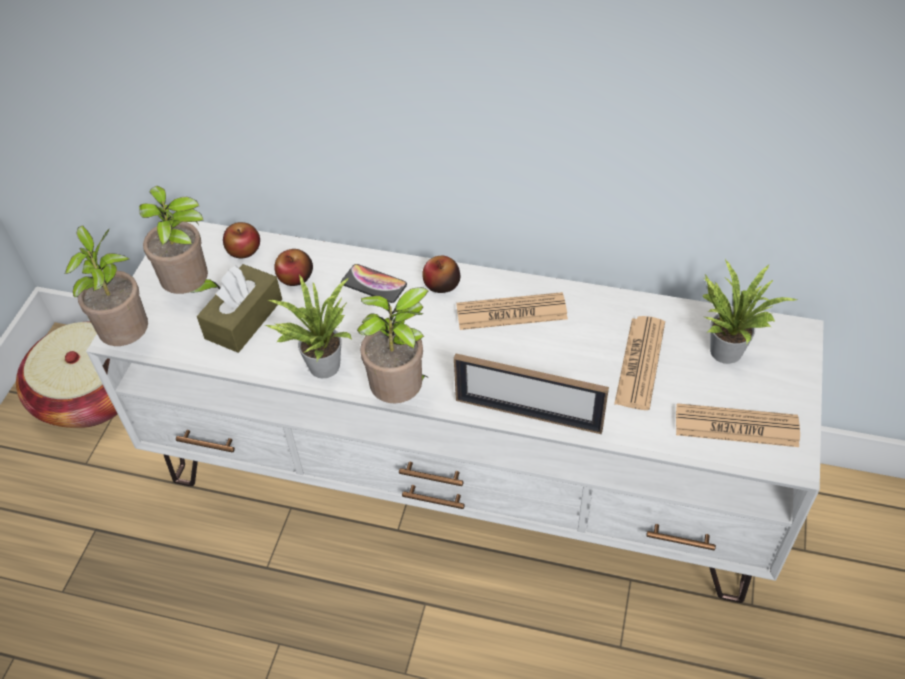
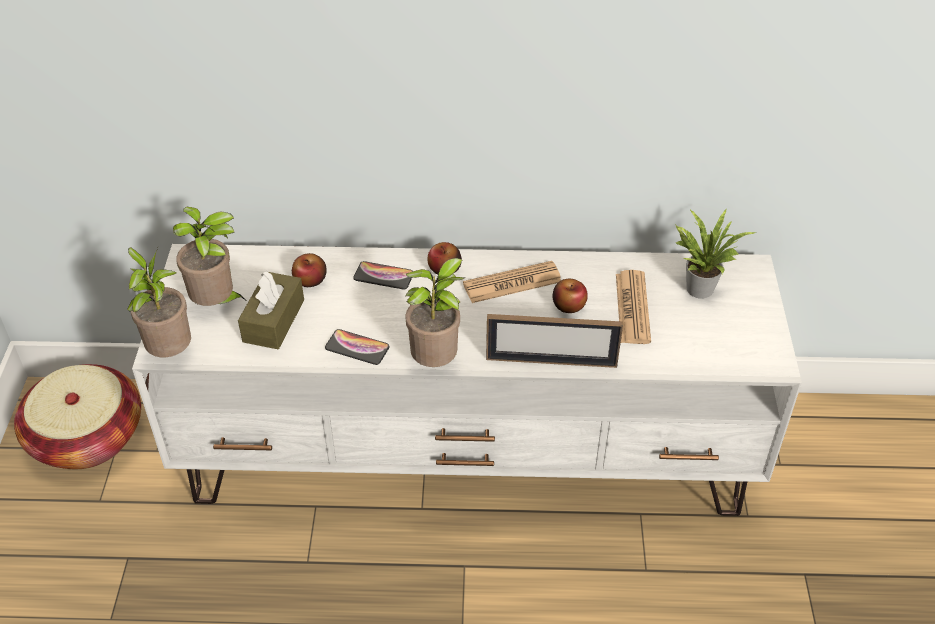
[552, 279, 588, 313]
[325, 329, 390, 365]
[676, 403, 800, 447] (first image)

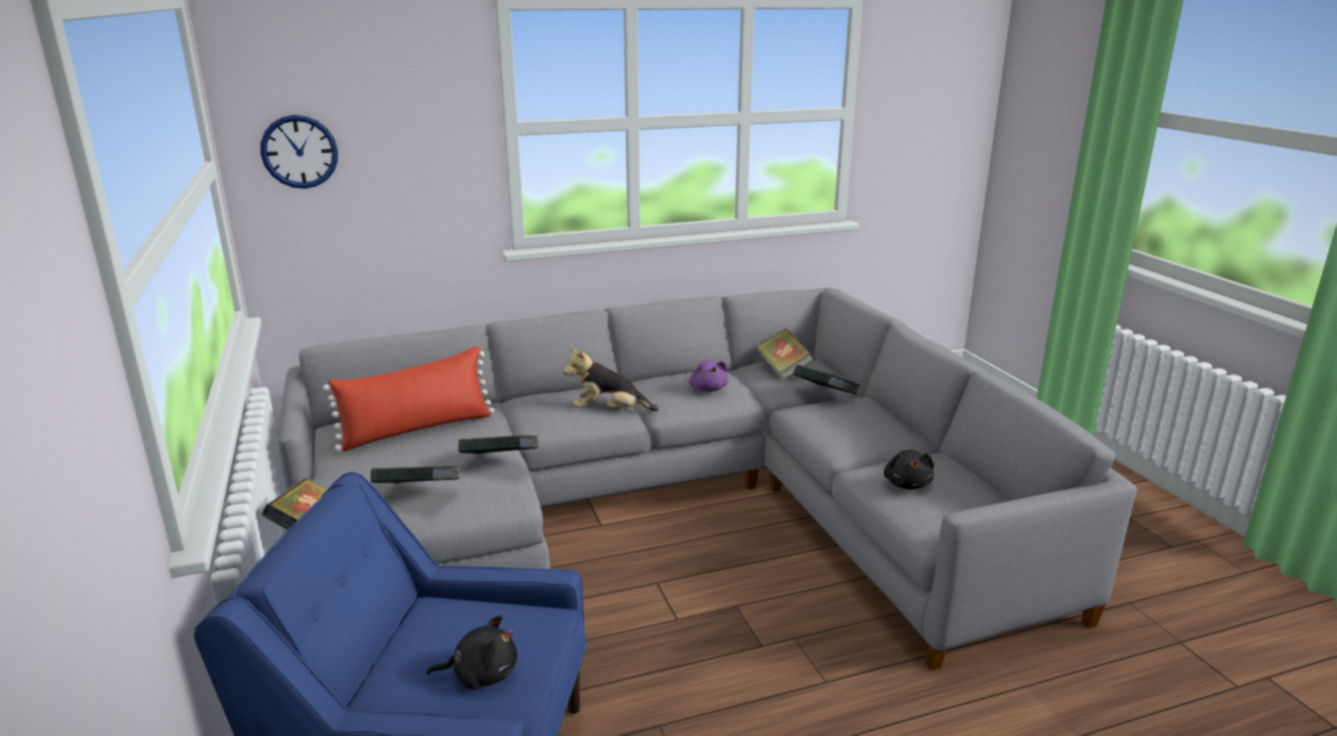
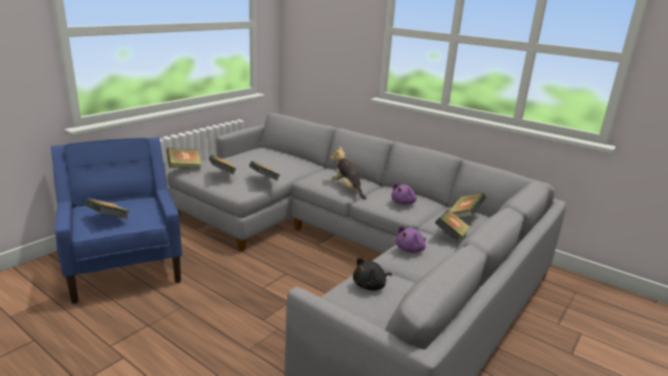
[261, 115, 338, 189] (first image)
[323, 346, 495, 451] (first image)
[85, 198, 130, 218]
[396, 226, 426, 253]

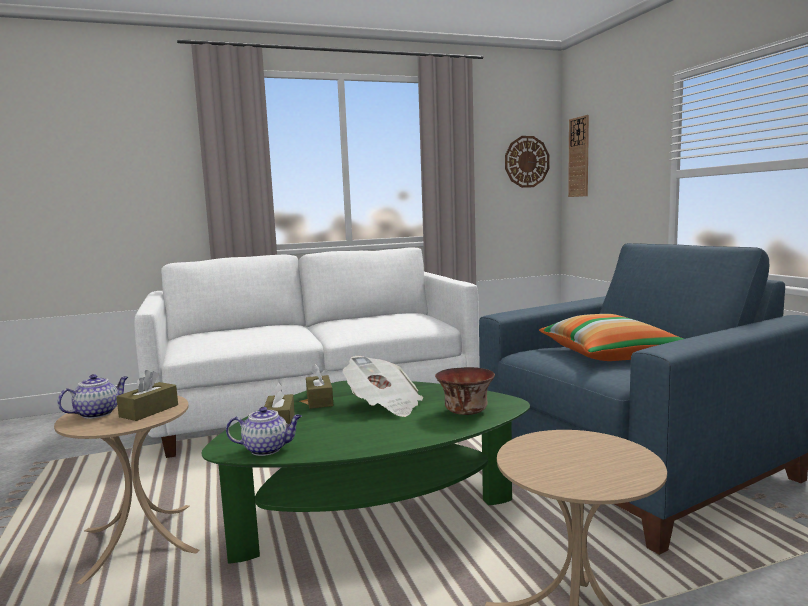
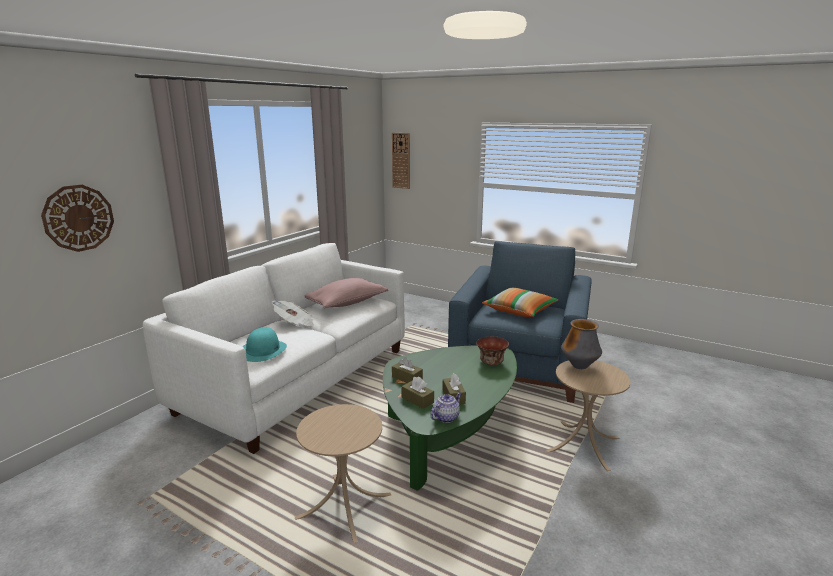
[57, 374, 128, 419] (first image)
[442, 373, 466, 405]
[271, 301, 314, 327]
[41, 185, 114, 252]
[242, 327, 287, 362]
[305, 278, 388, 308]
[561, 319, 602, 369]

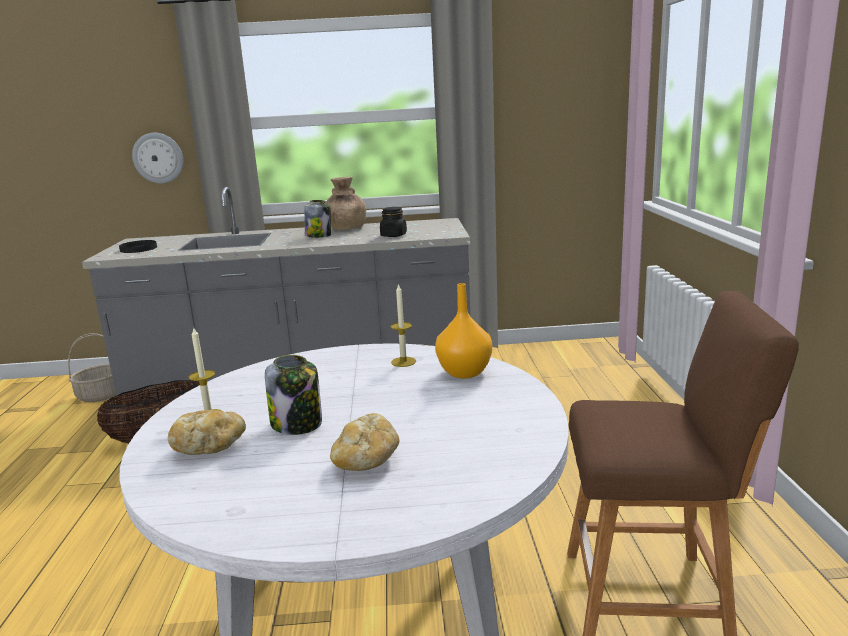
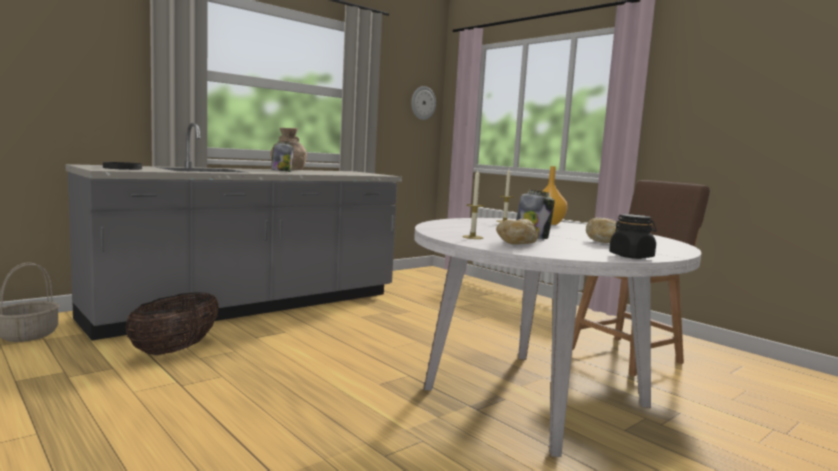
[411, 86, 436, 120]
[609, 214, 656, 259]

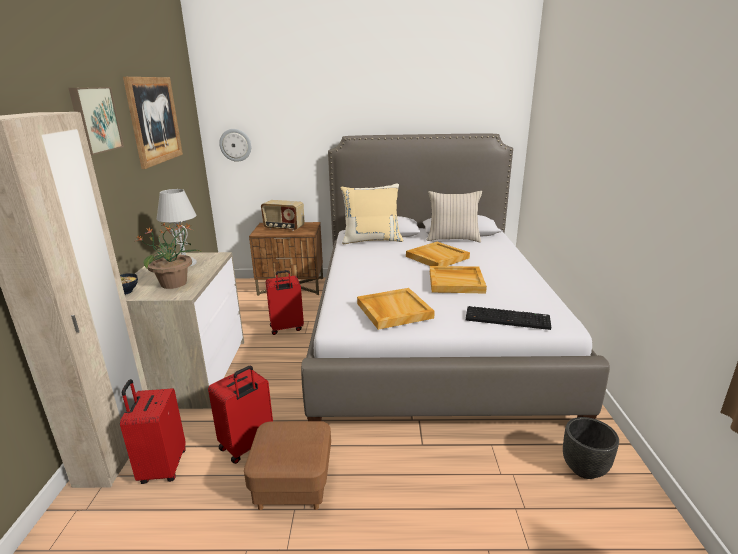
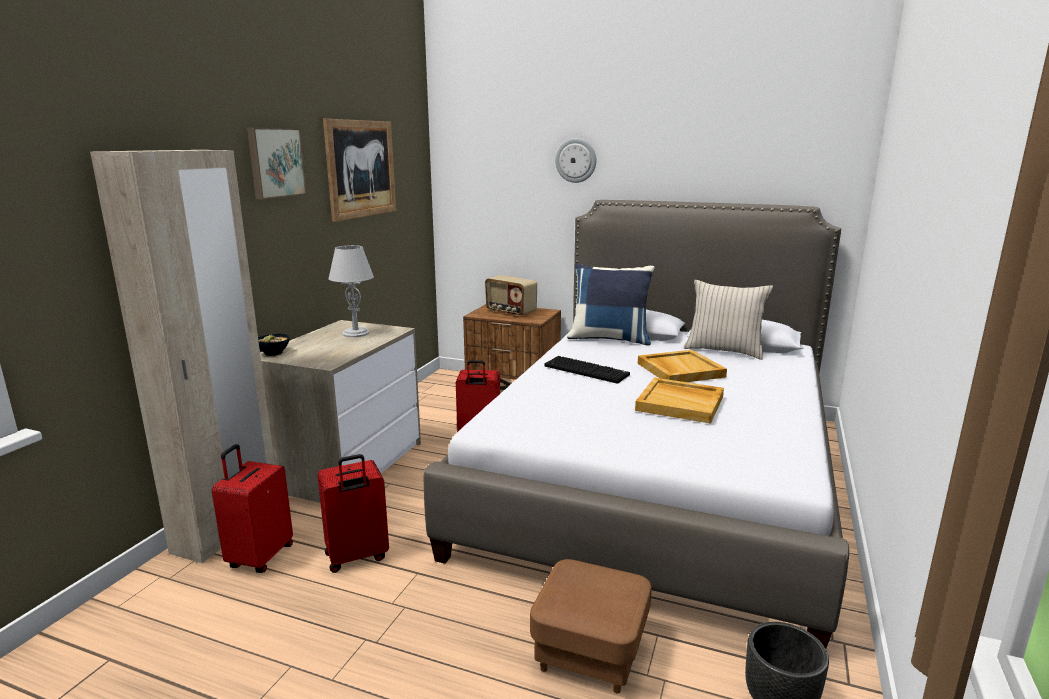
[137, 223, 201, 289] (first image)
[555, 138, 596, 183]
[530, 559, 652, 693]
[567, 264, 654, 346]
[357, 288, 435, 330] (first image)
[544, 356, 630, 384]

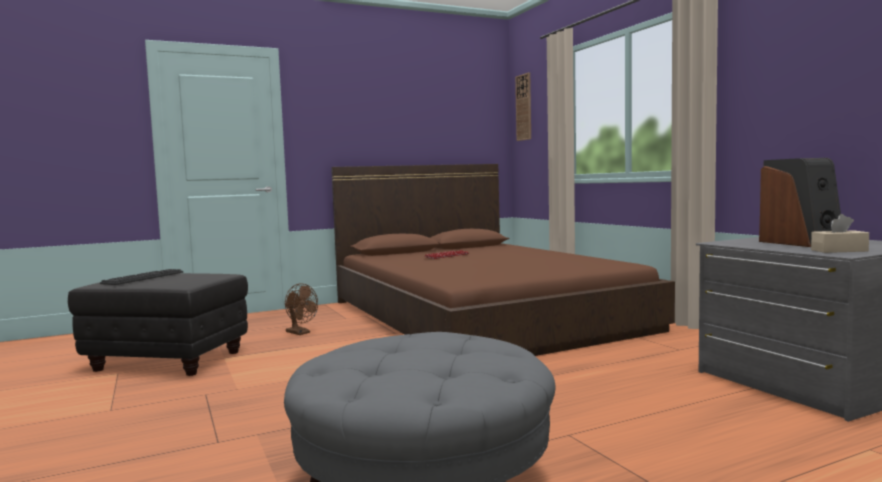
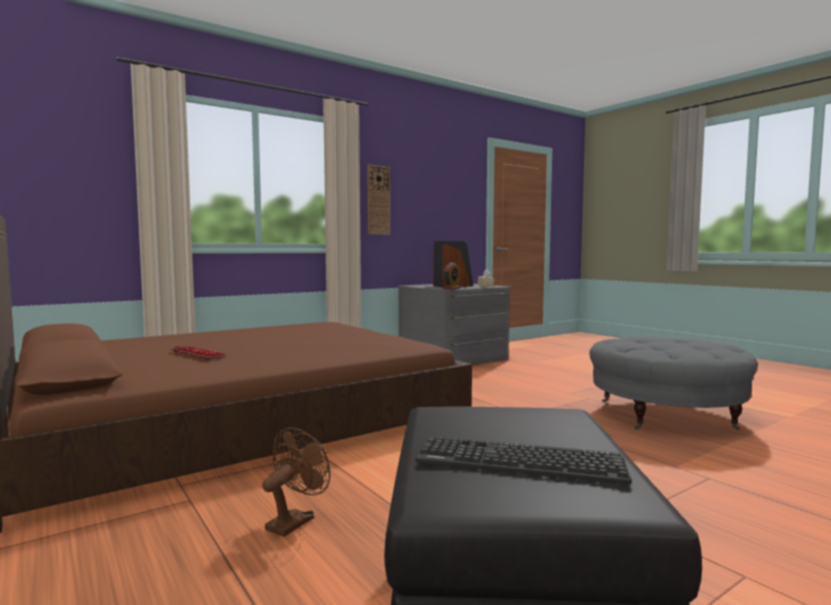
[367, 165, 390, 235]
[443, 263, 462, 289]

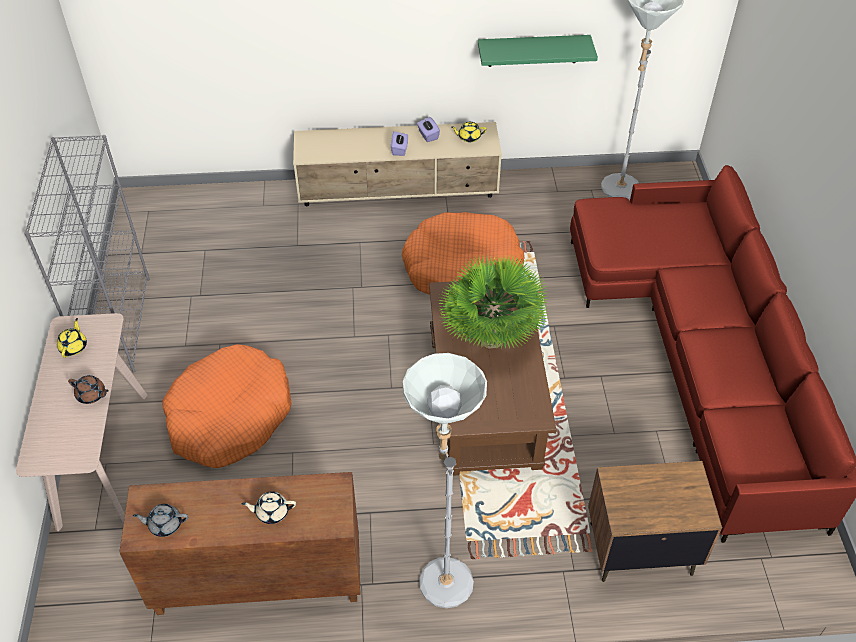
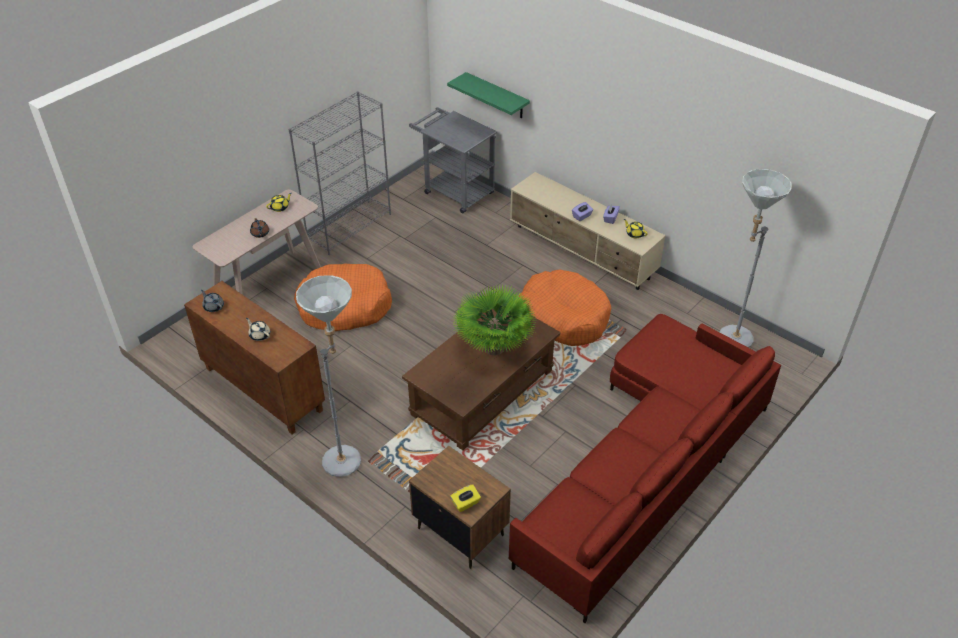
[447, 72, 530, 118]
[409, 107, 497, 213]
[450, 484, 481, 512]

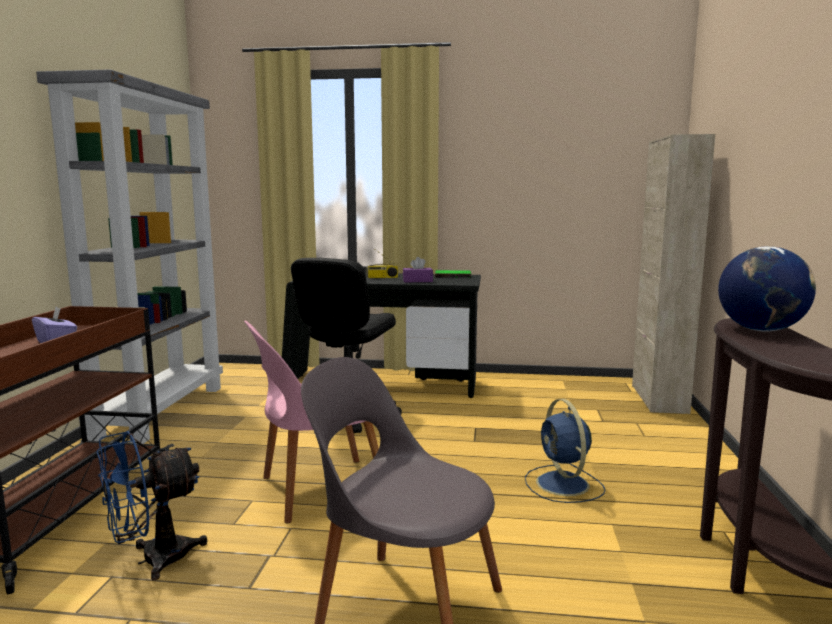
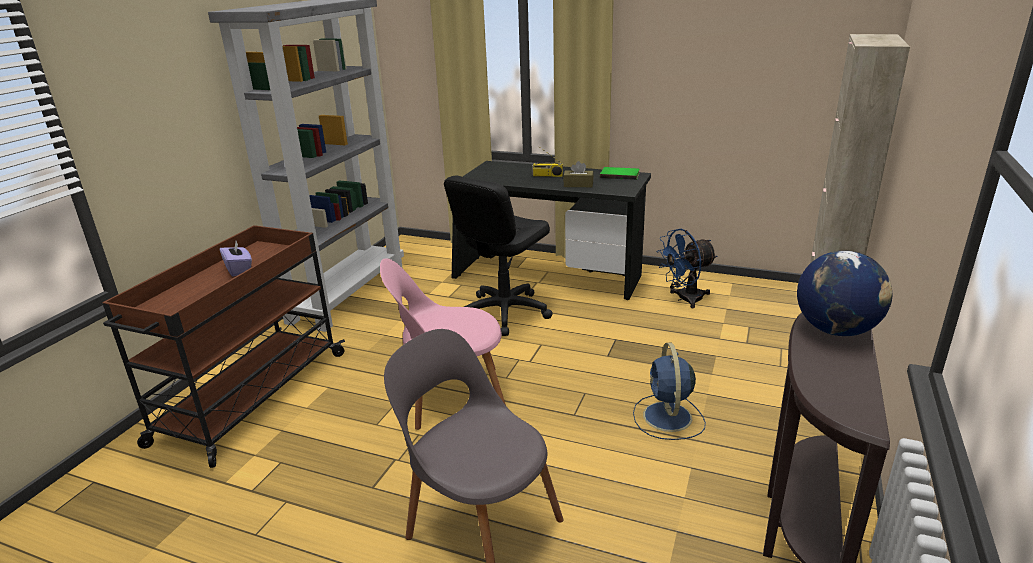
[656, 229, 717, 308]
[563, 161, 594, 187]

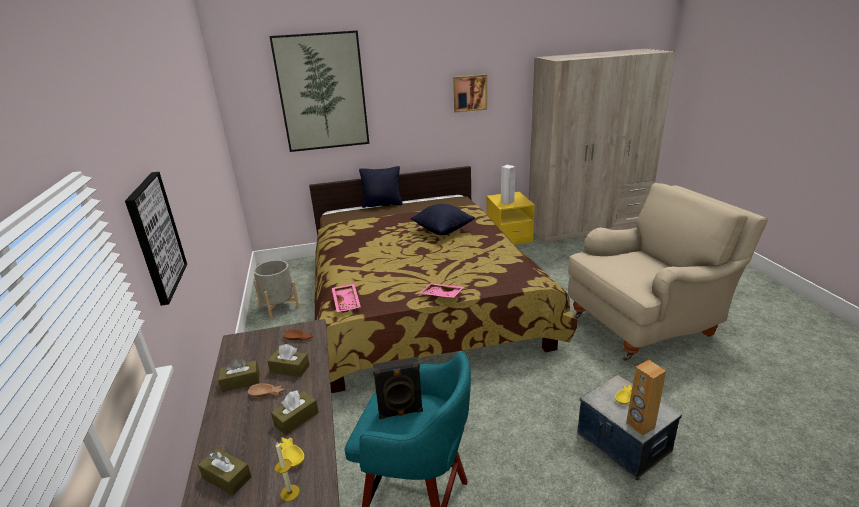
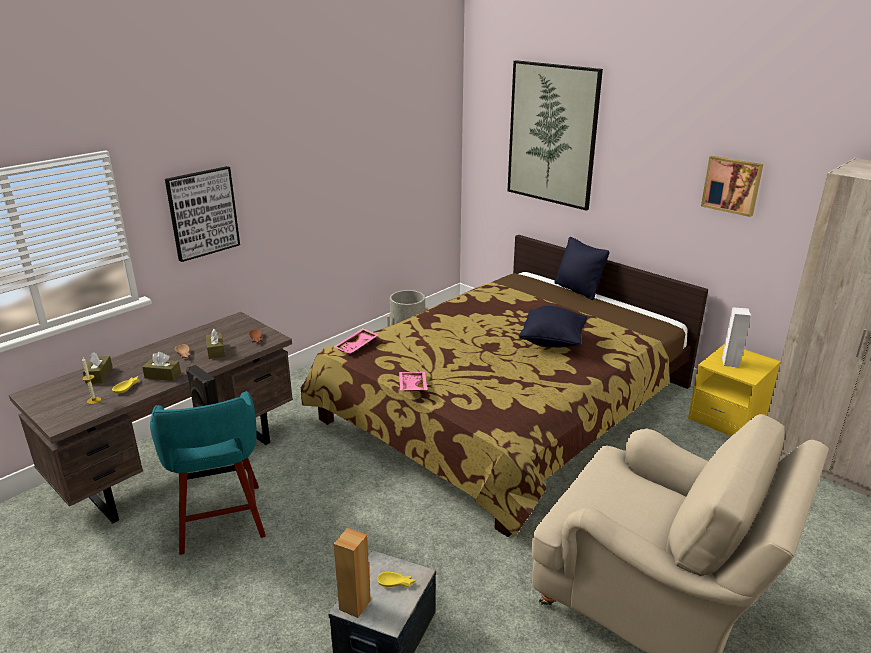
[218, 359, 259, 392] (first image)

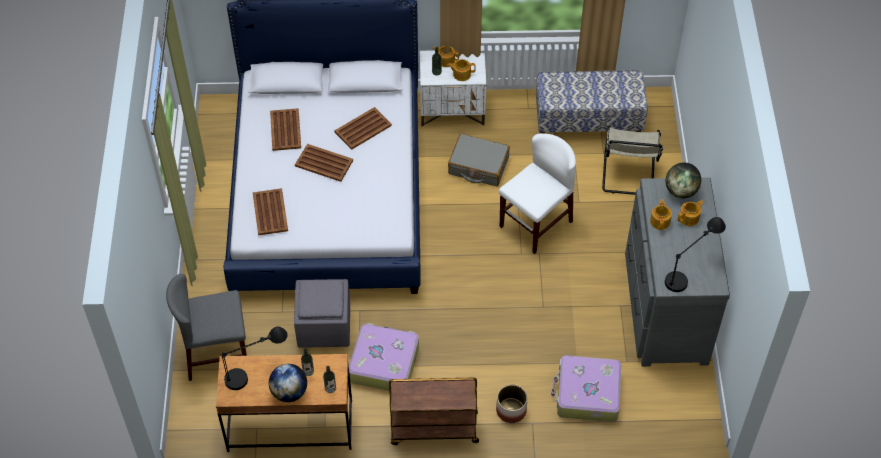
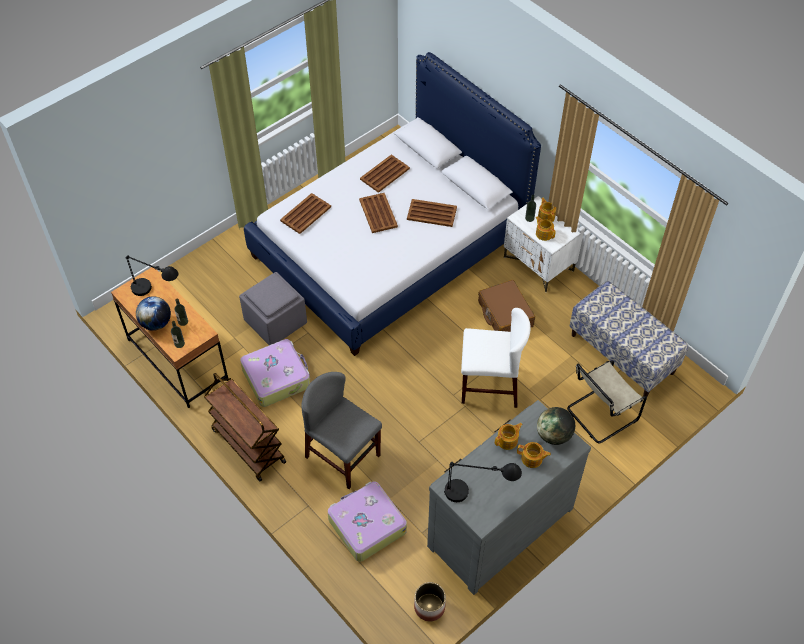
[301, 372, 382, 489]
[478, 280, 535, 332]
[414, 582, 446, 621]

